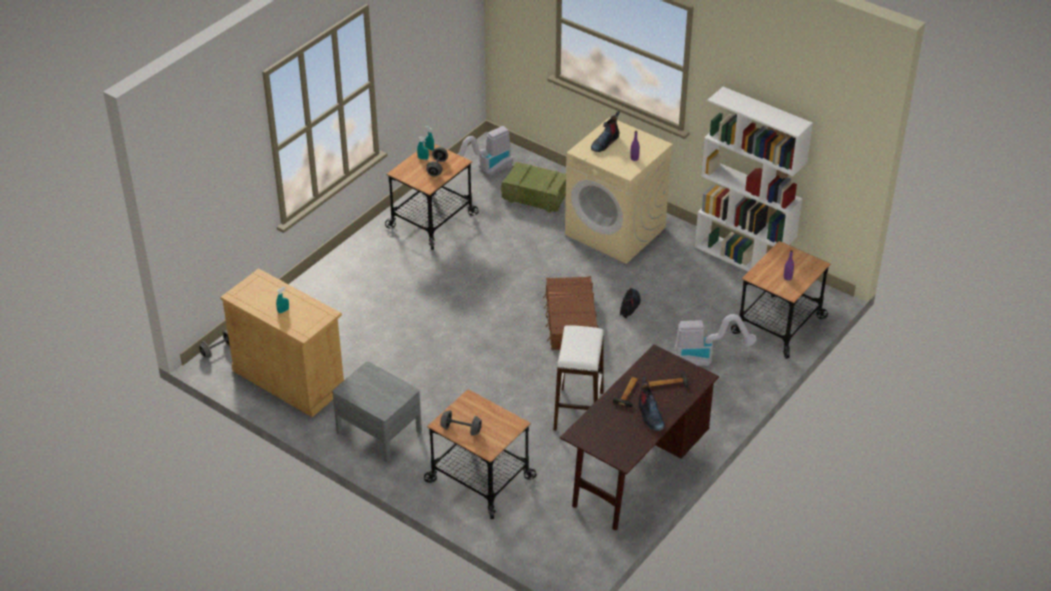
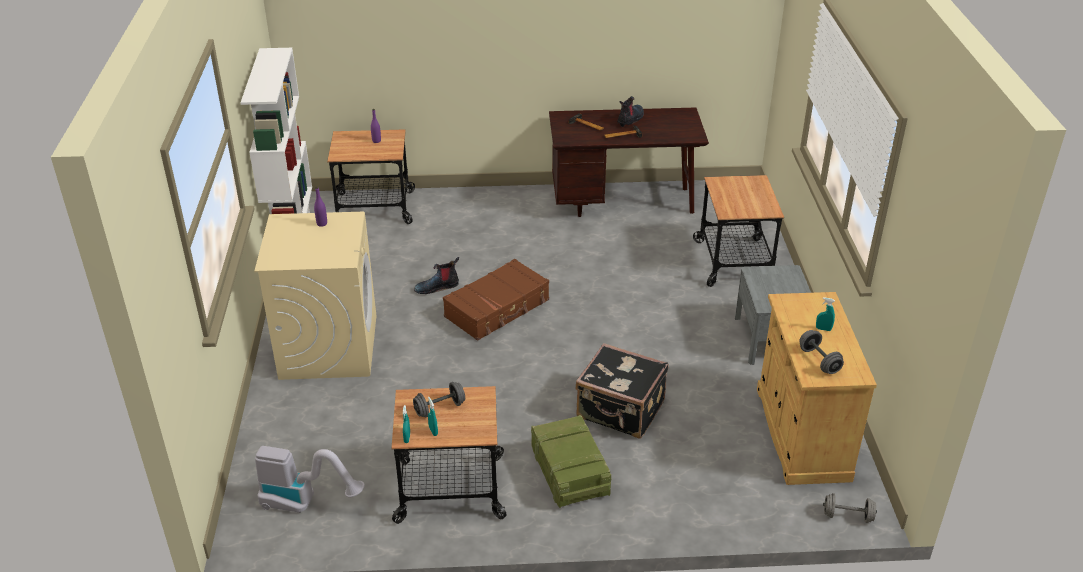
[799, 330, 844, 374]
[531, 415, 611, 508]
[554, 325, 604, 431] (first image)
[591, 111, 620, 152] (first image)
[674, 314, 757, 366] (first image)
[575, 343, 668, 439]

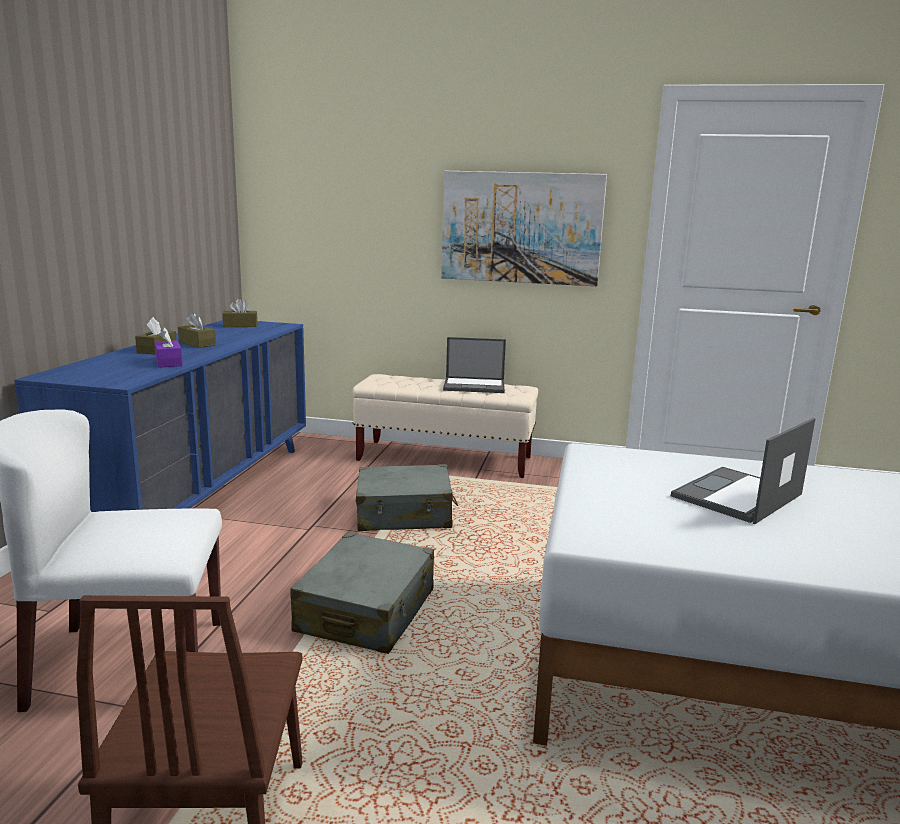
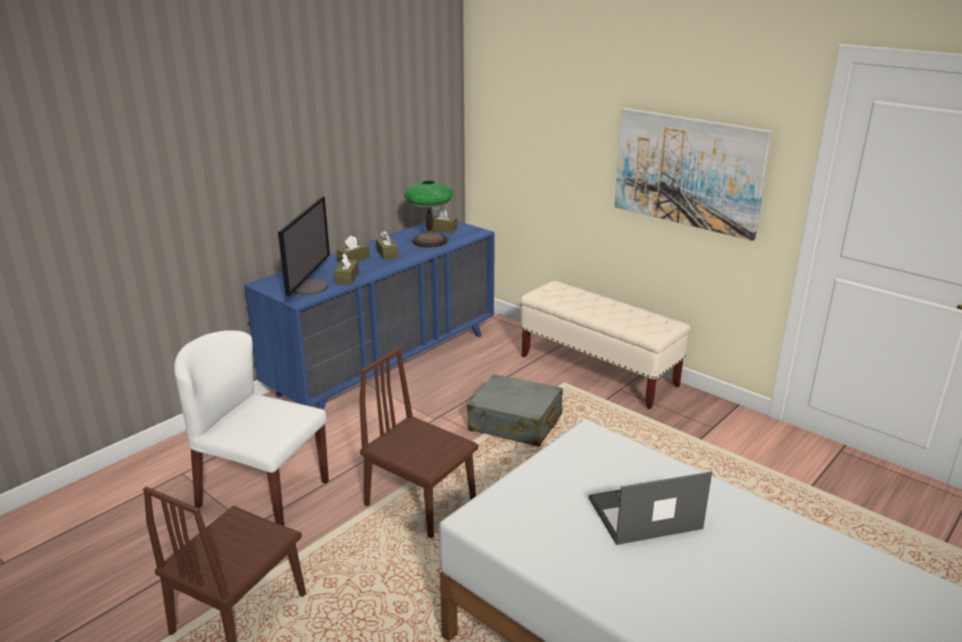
[335, 253, 359, 285]
[359, 348, 478, 538]
[443, 337, 506, 393] (first image)
[278, 196, 330, 297]
[405, 181, 453, 248]

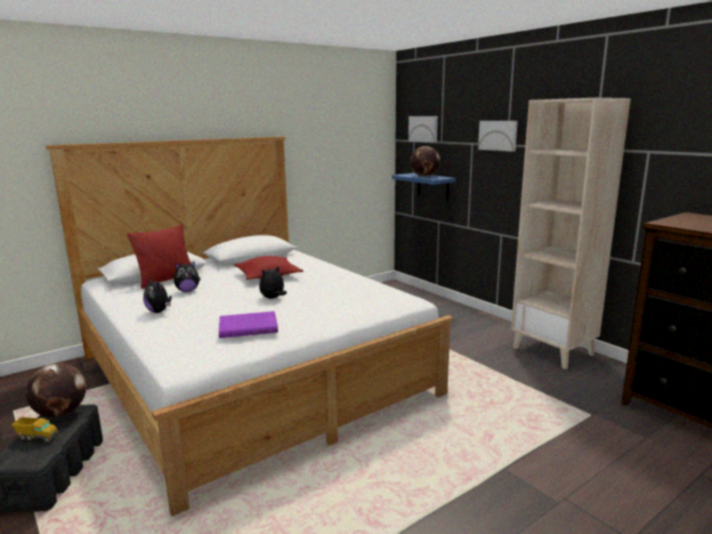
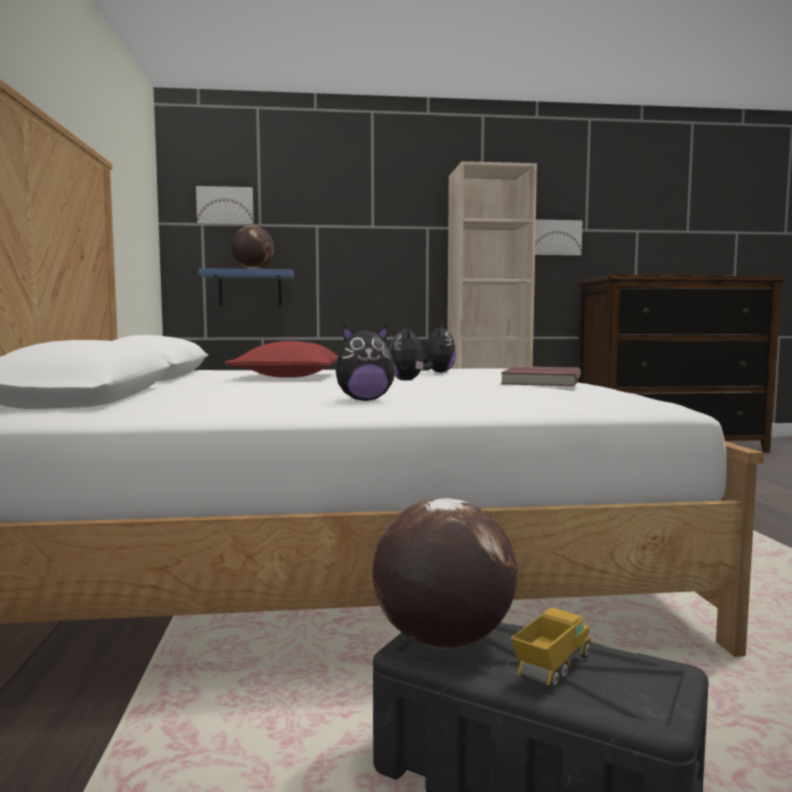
[127, 224, 191, 289] (first image)
[423, 325, 456, 373]
[501, 366, 581, 386]
[535, 220, 583, 256]

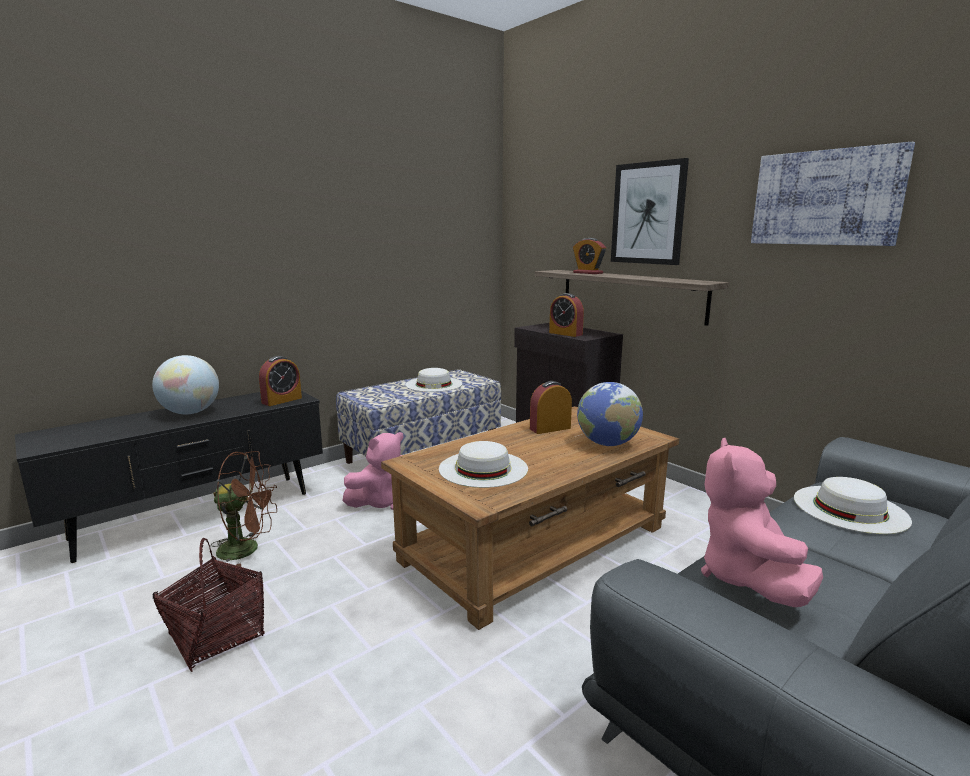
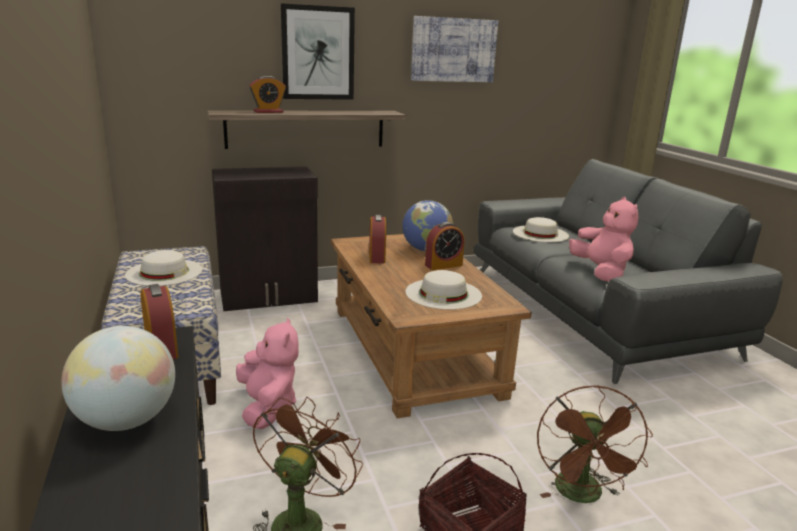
[425, 222, 464, 270]
[569, 197, 638, 282]
[537, 385, 653, 503]

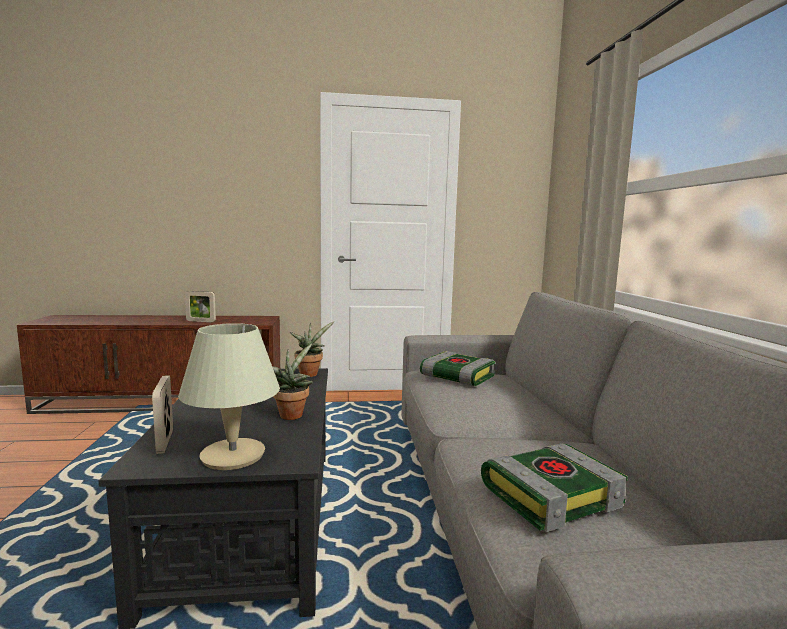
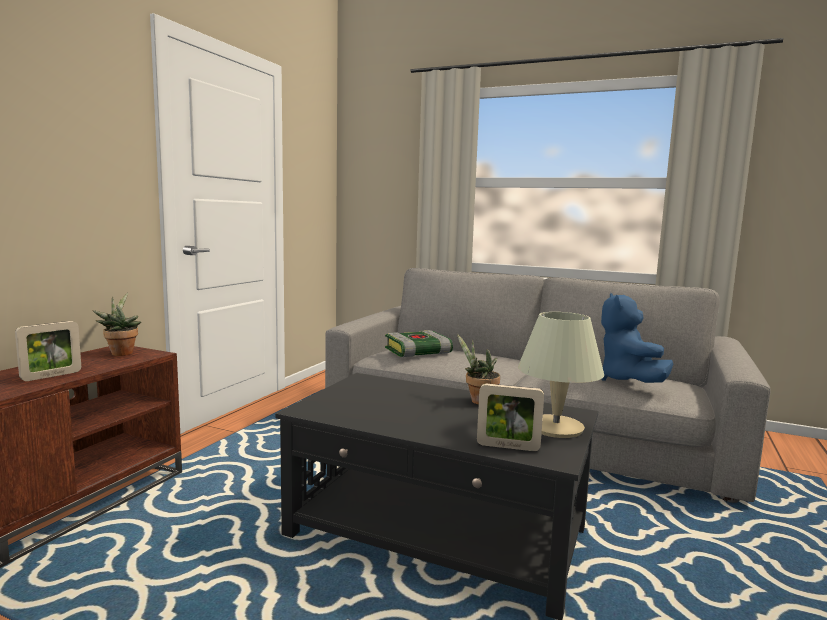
[92, 293, 141, 356]
[601, 293, 673, 383]

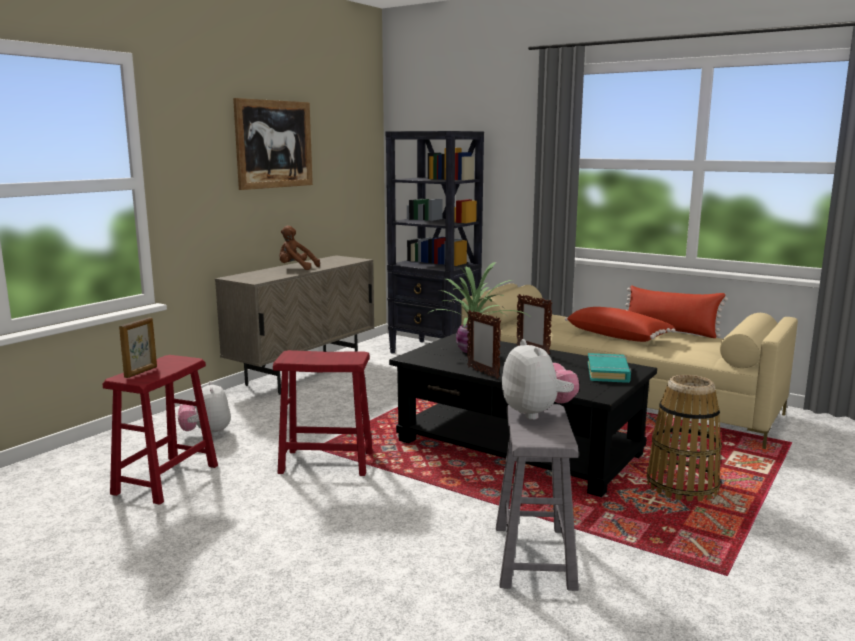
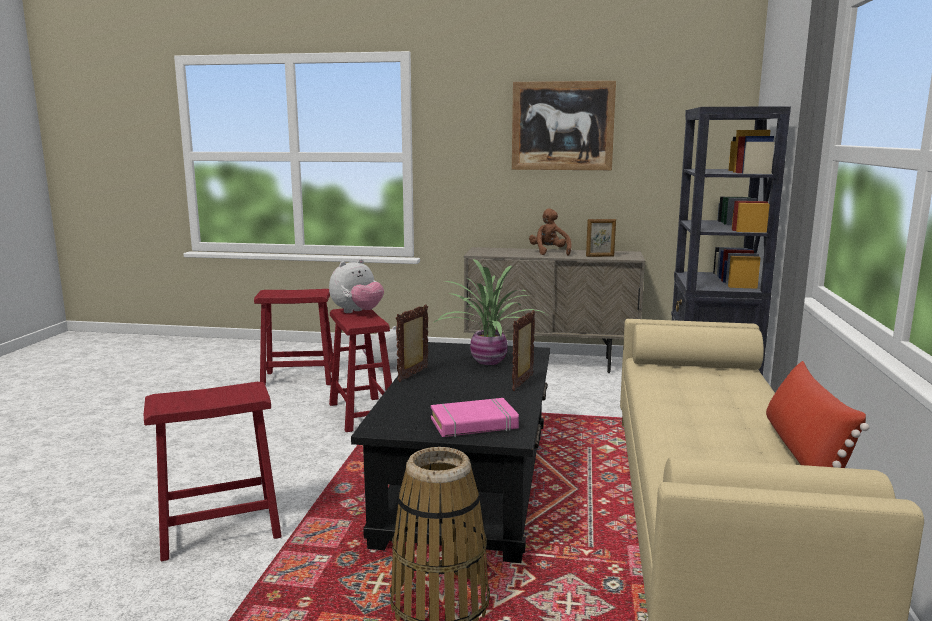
[586, 219, 616, 257]
[144, 382, 282, 561]
[329, 259, 384, 313]
[565, 307, 676, 342] (first image)
[431, 398, 519, 437]

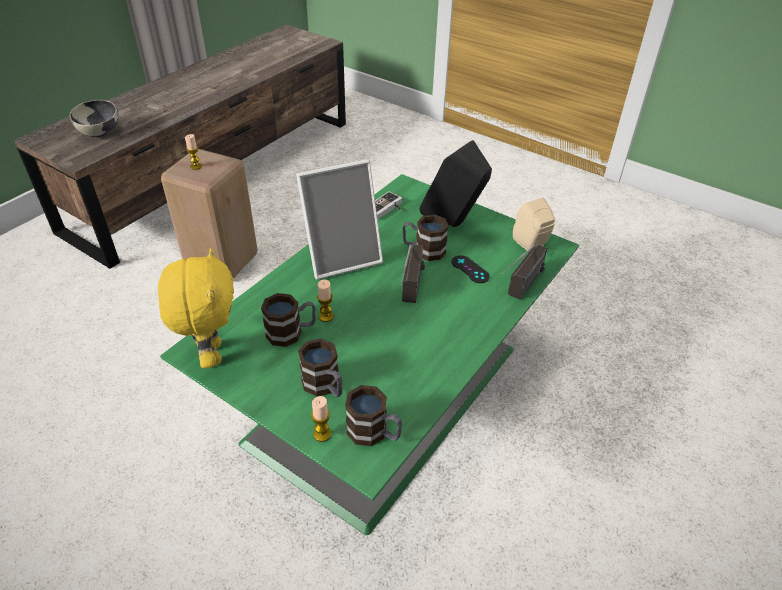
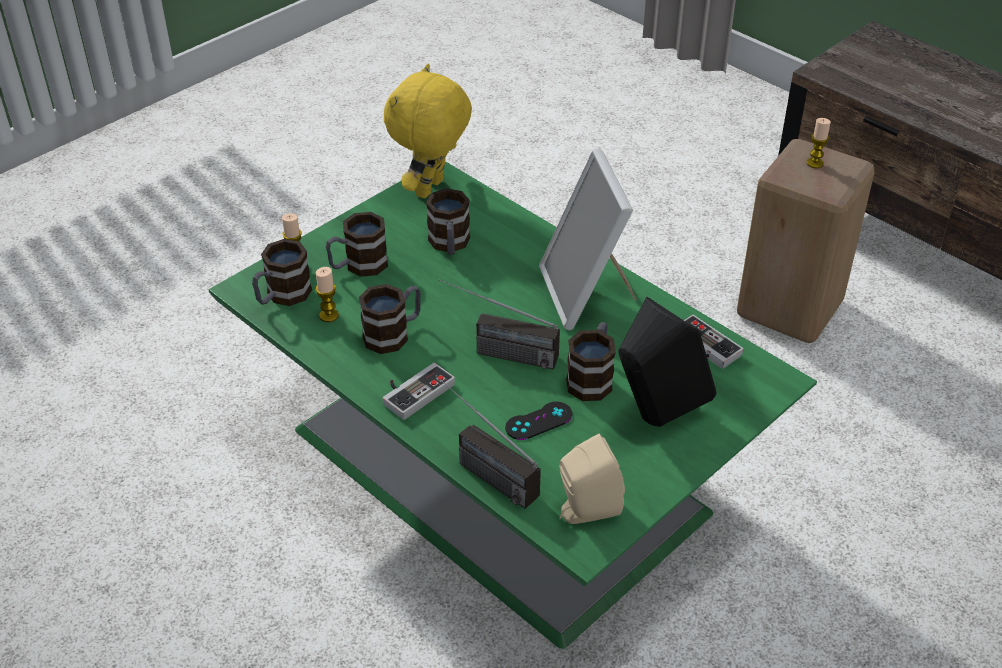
[69, 99, 118, 137] (first image)
[384, 64, 472, 198]
[316, 267, 339, 322]
[359, 284, 421, 354]
[383, 363, 455, 420]

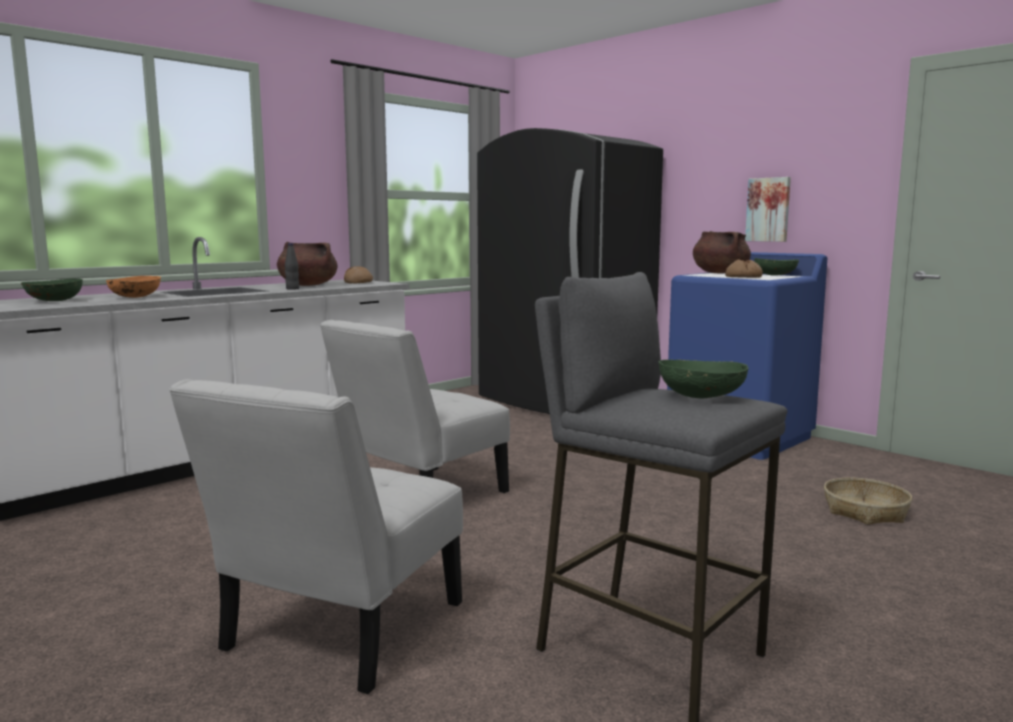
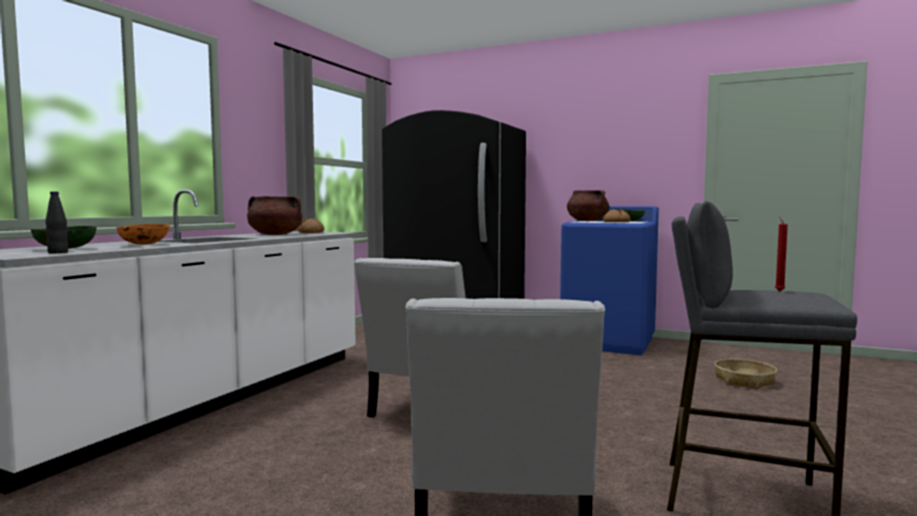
[45, 191, 68, 253]
[775, 216, 788, 291]
[745, 177, 791, 242] (first image)

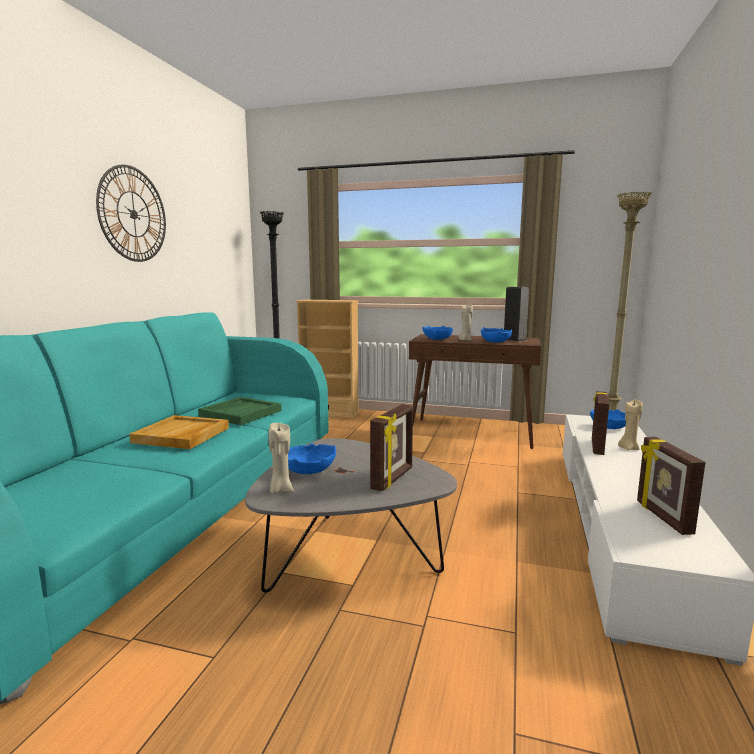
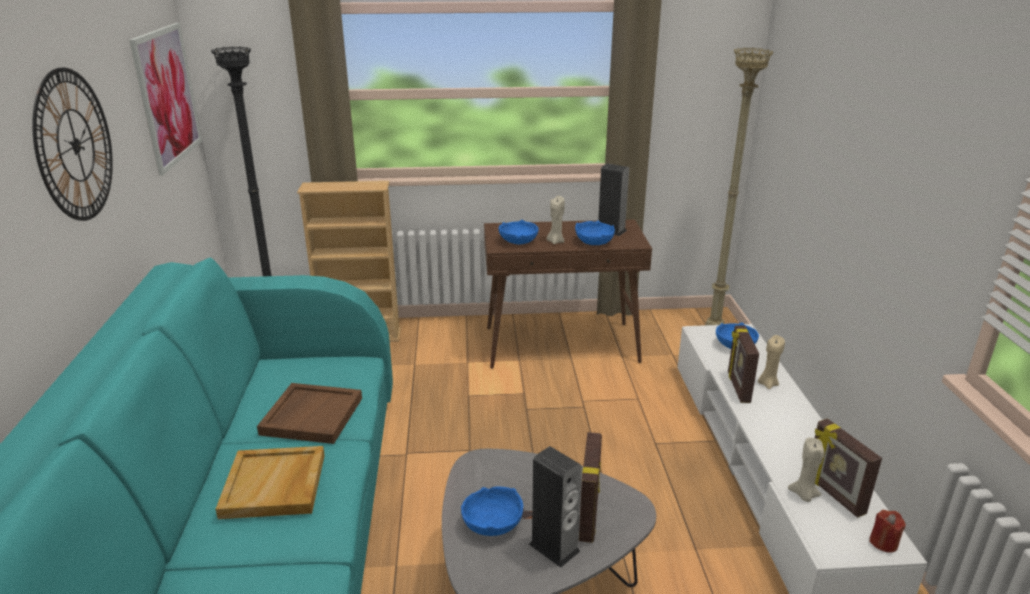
[257, 383, 362, 444]
[788, 438, 824, 502]
[129, 23, 202, 176]
[529, 446, 581, 568]
[869, 510, 906, 552]

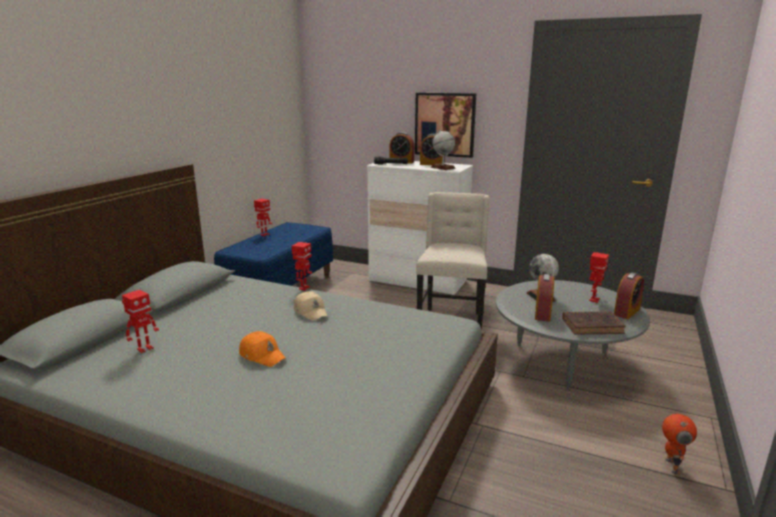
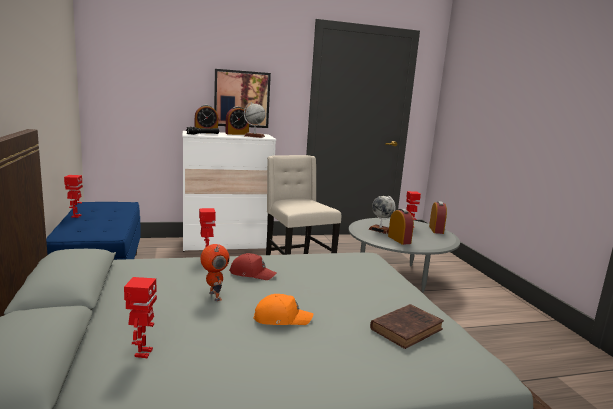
[229, 253, 276, 280]
[370, 304, 444, 349]
[201, 244, 229, 301]

